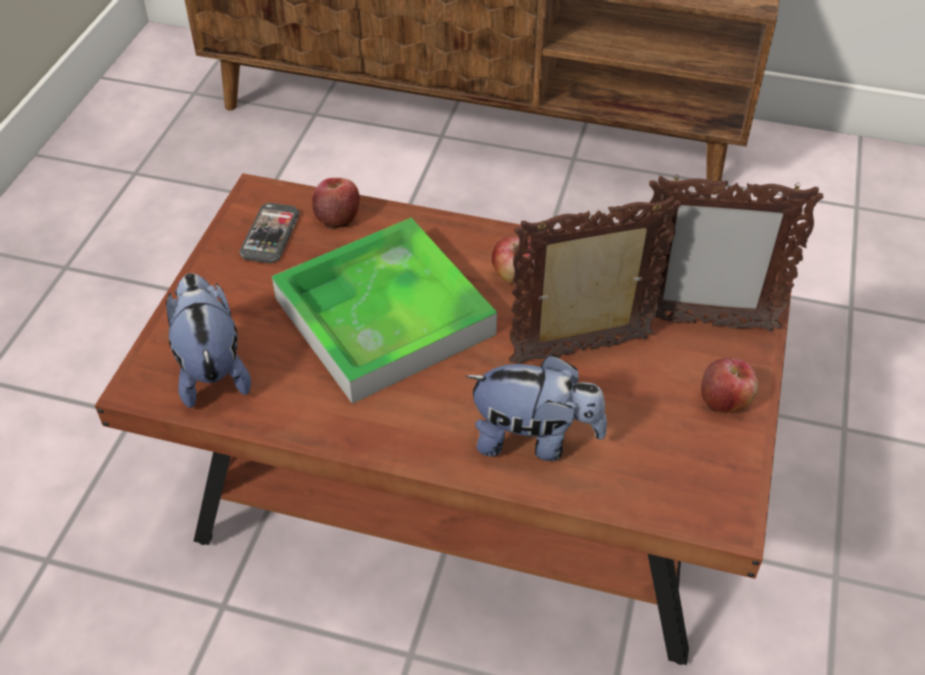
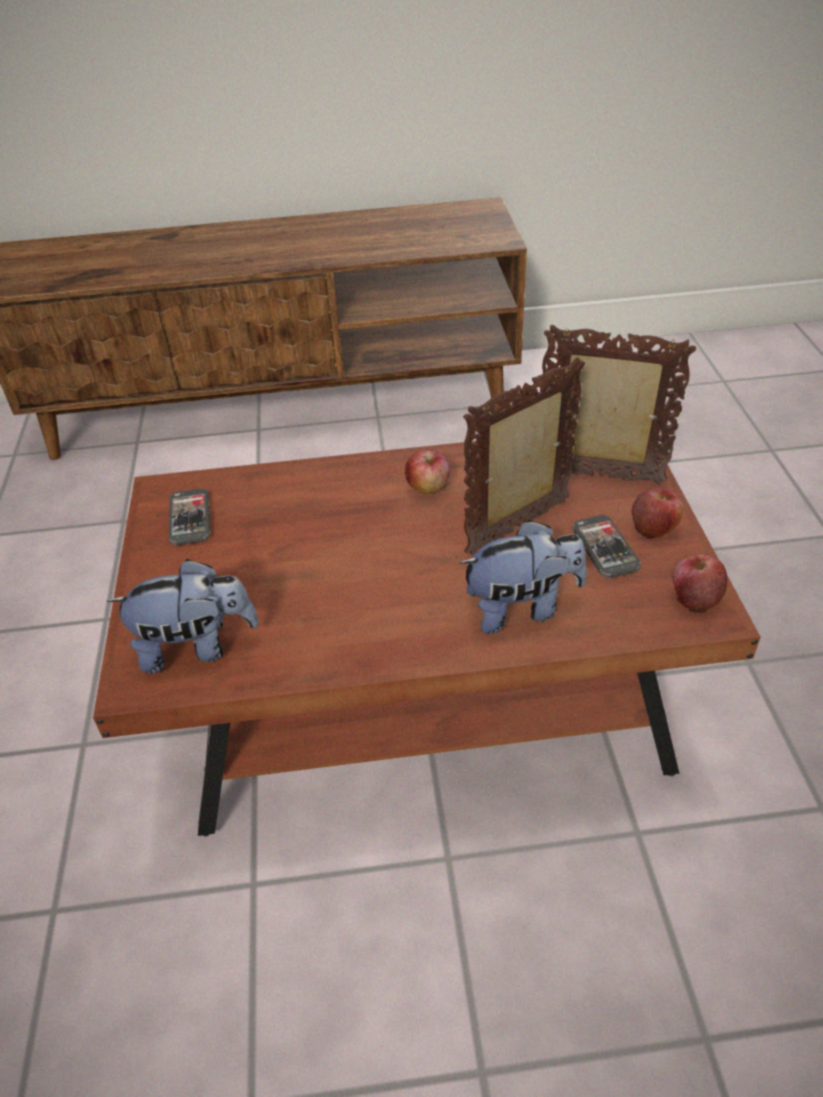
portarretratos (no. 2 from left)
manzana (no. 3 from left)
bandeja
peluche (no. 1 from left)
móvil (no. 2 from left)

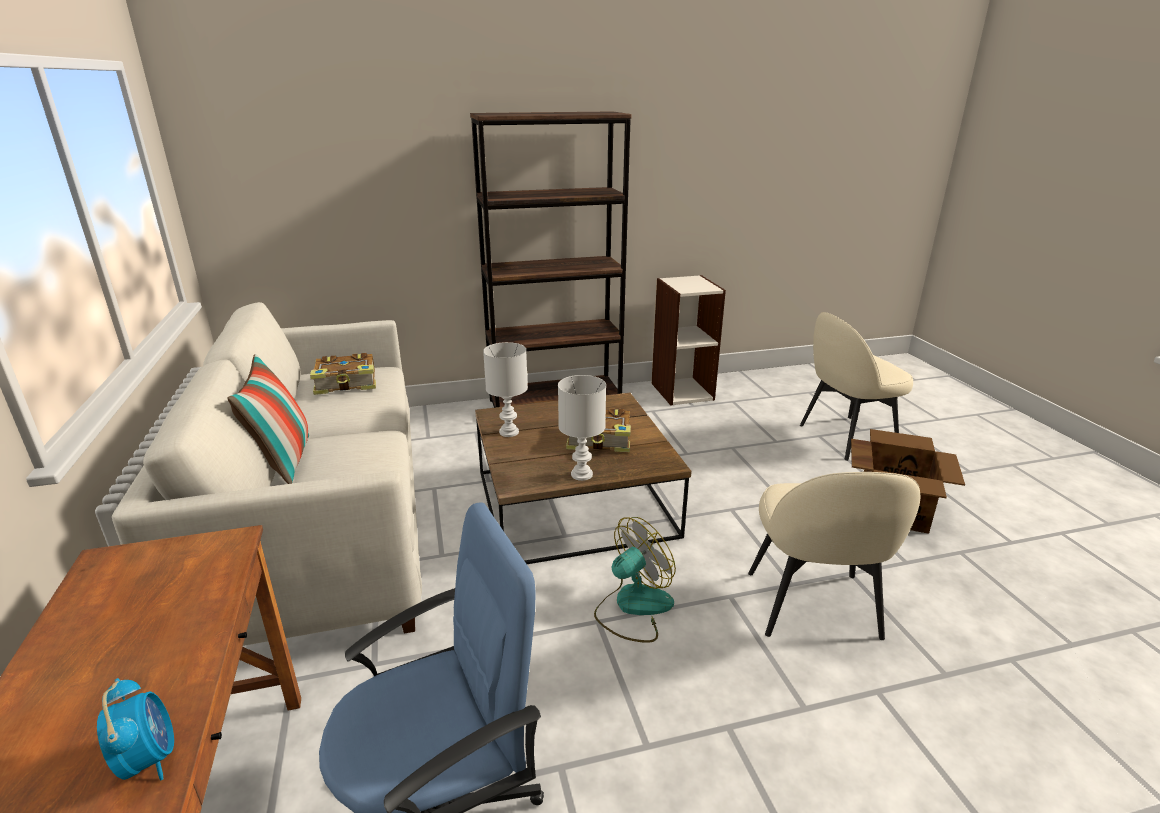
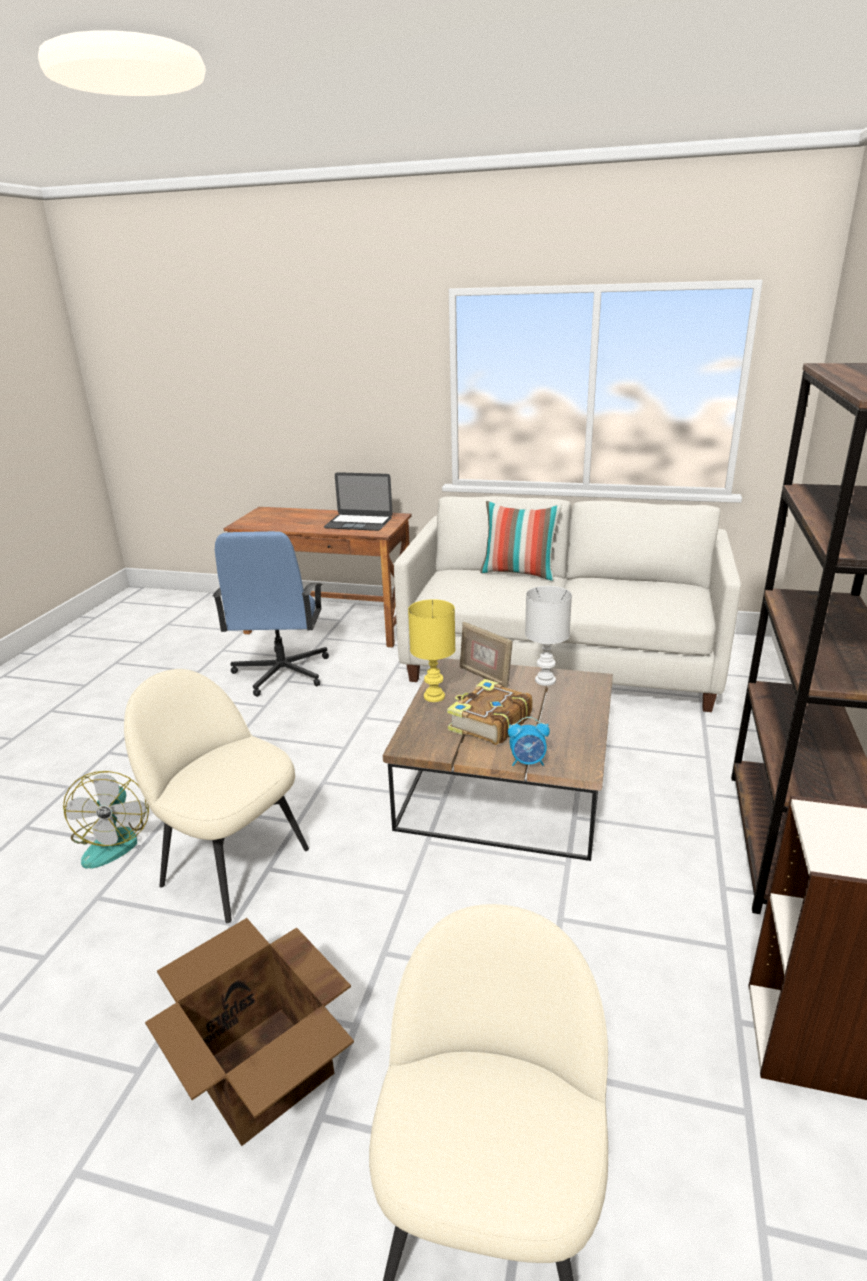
libro (no. 1 from left in the first image)
lámpara de mesa [amarillo]
ventilador
despertador
portátil
portarretratos

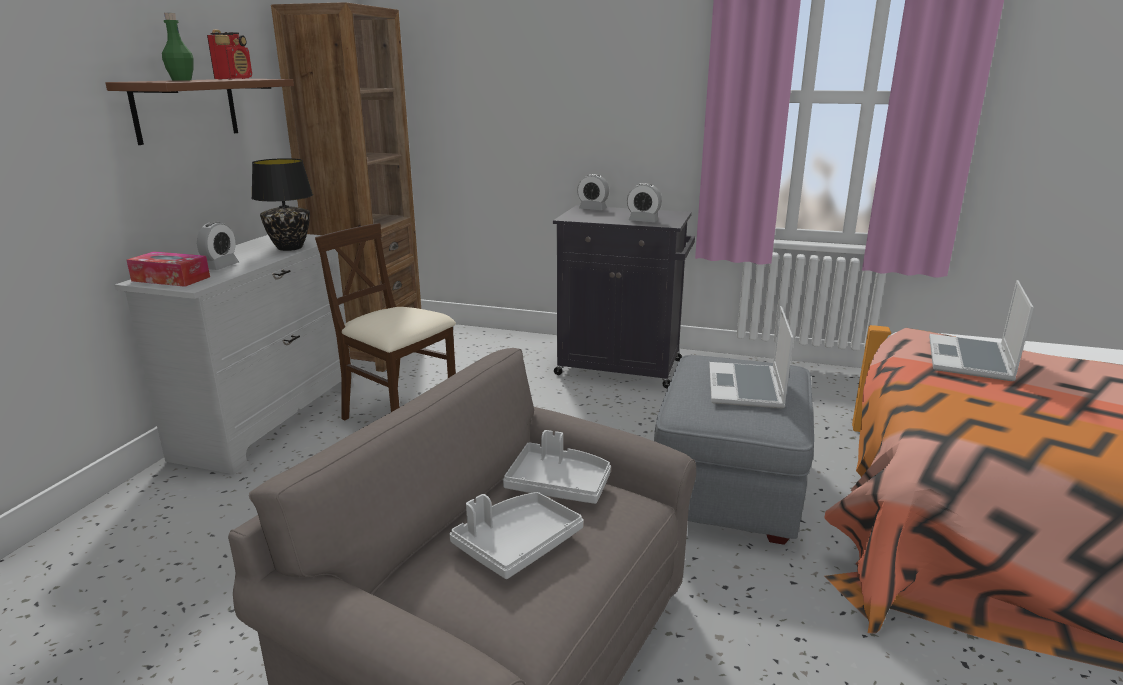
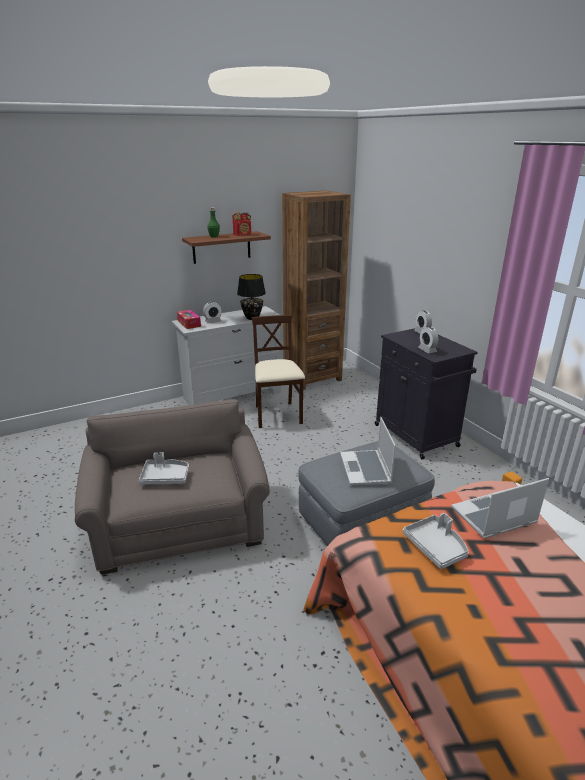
portátil (no. 1 from left)
bandeja [gris] (no. 2 from left)

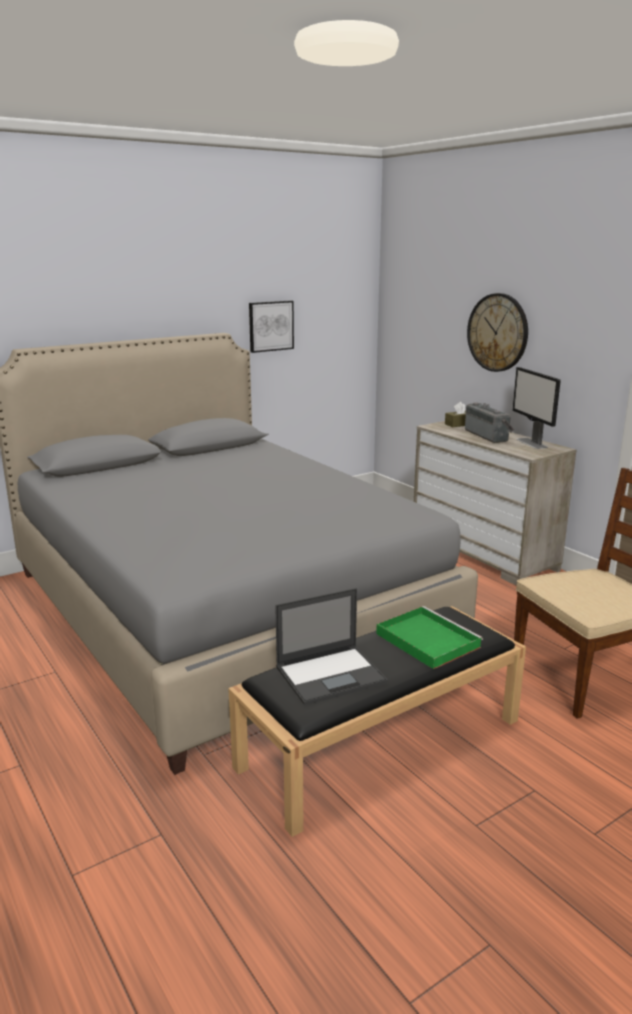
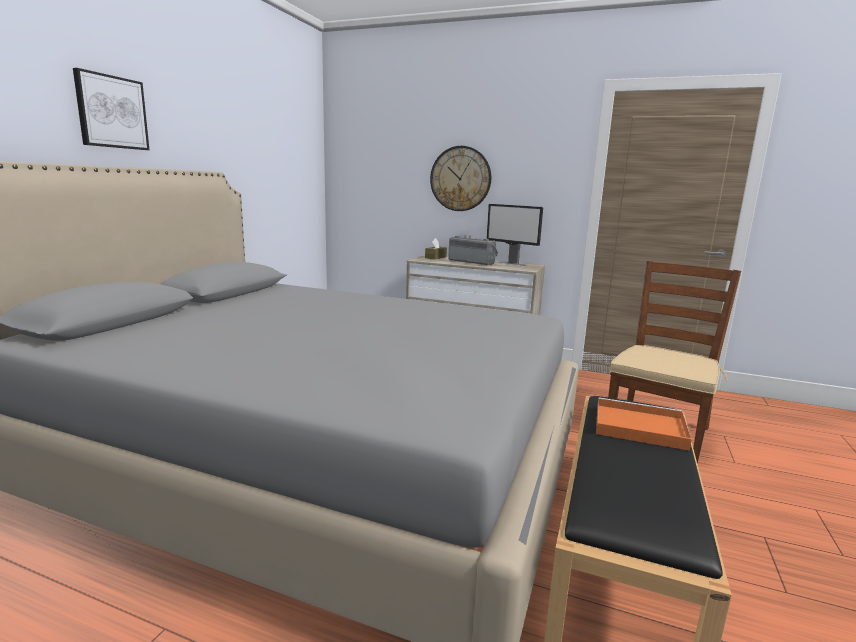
cuadro
portátil
bandeja [naranja]

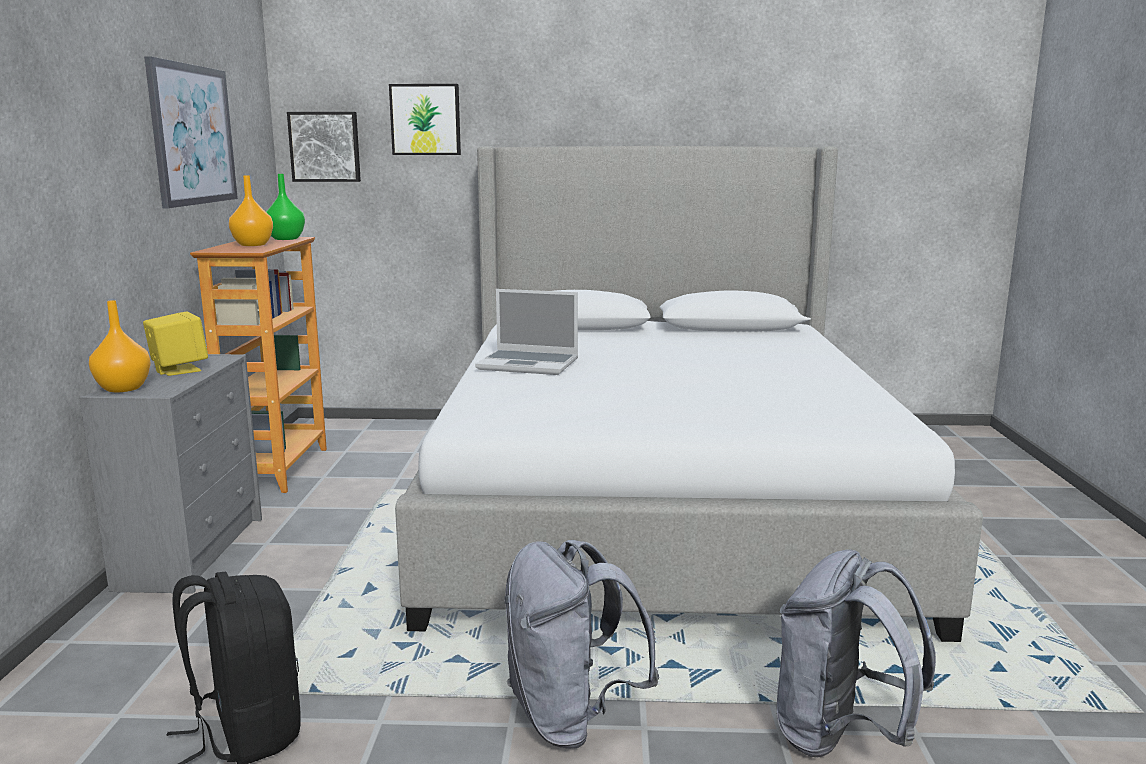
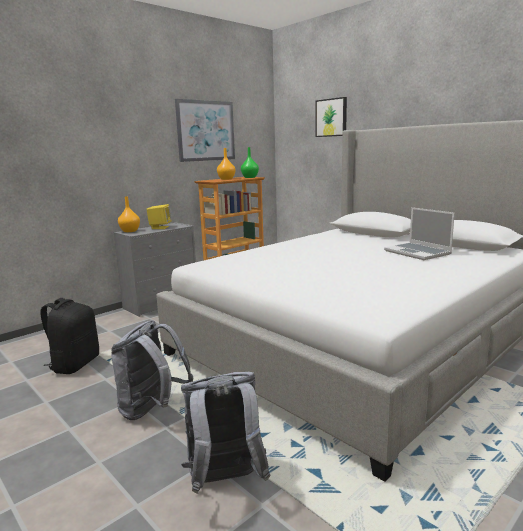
cuadro (no. 2 from left in the first image)
portátil

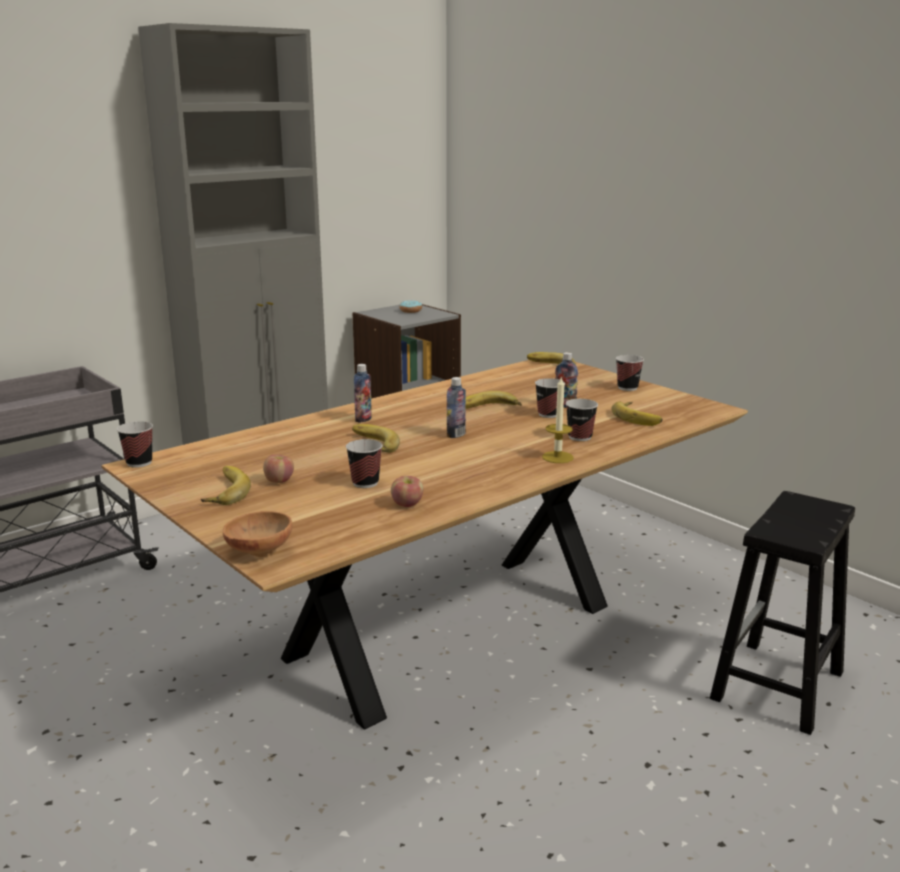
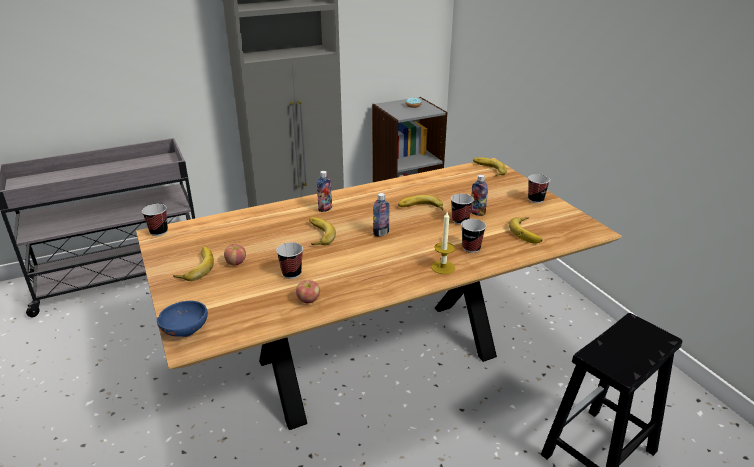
cuenco [azul]

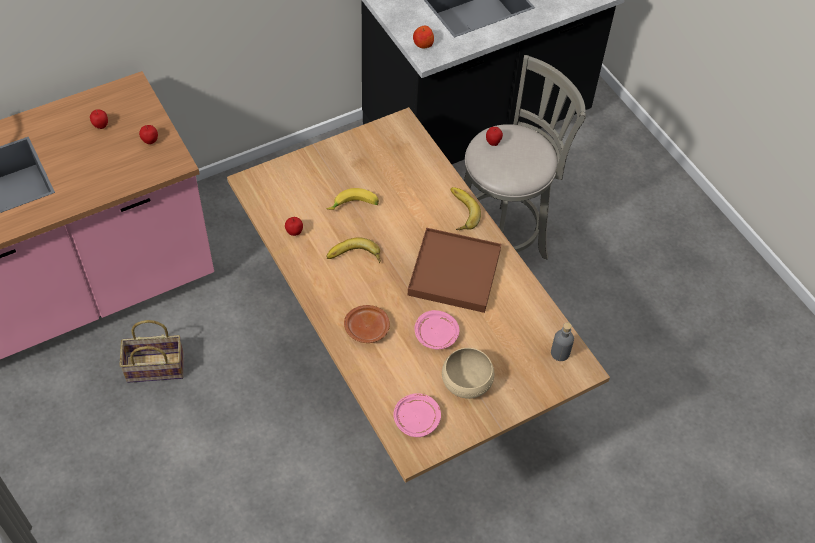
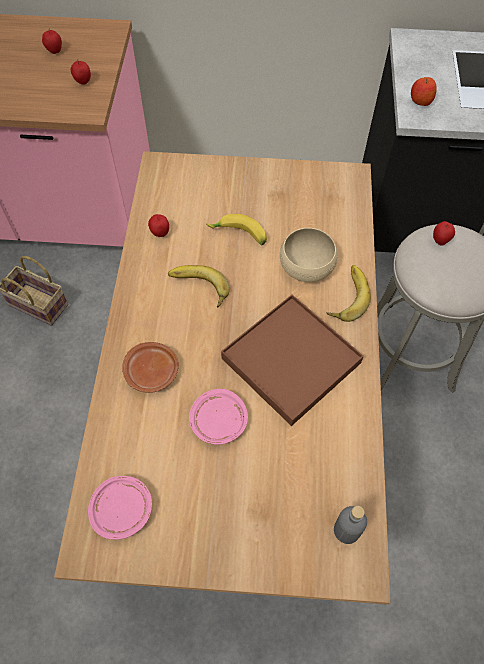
cuenco [beis]

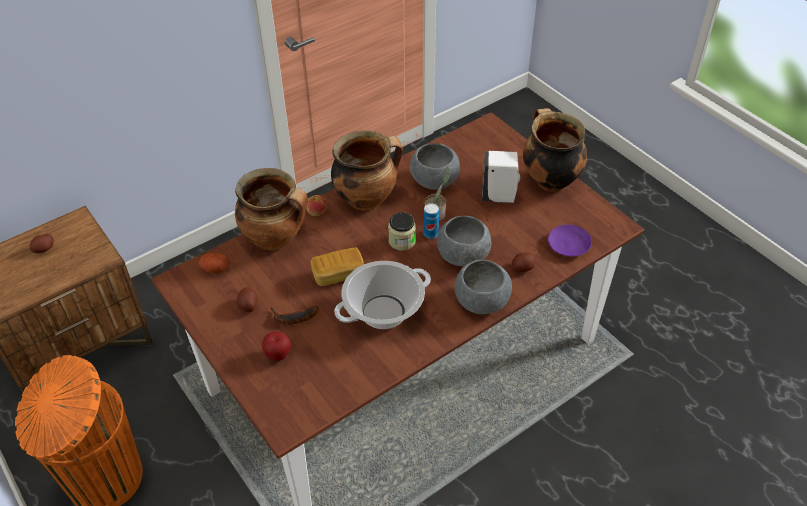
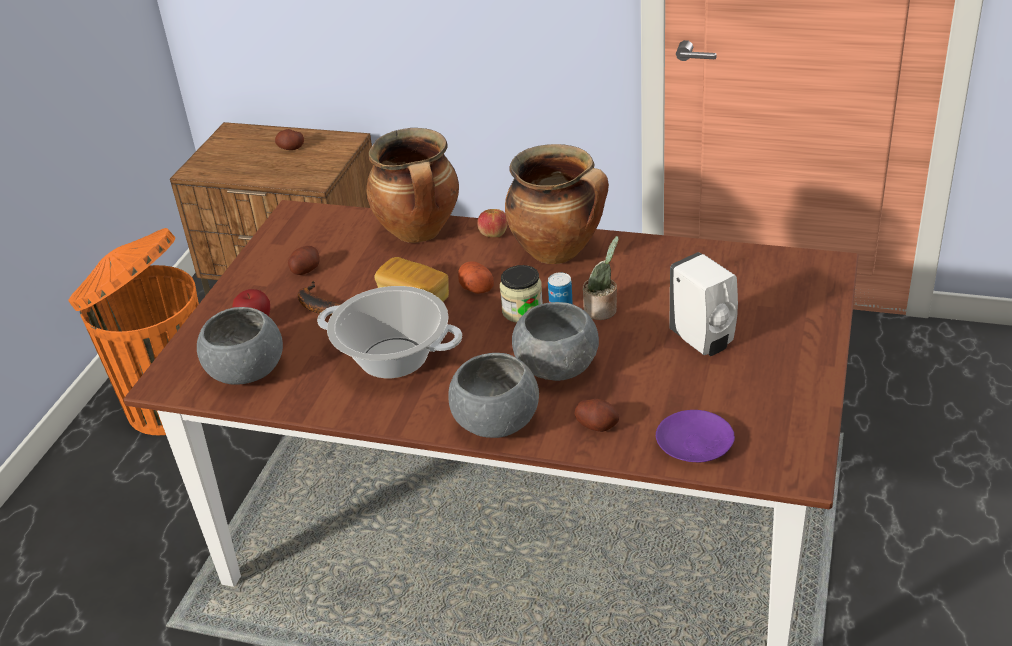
olla (no. 4 from left in the first image)
cuenco [gris] (no. 1 from left)
patata (no. 3 from left)

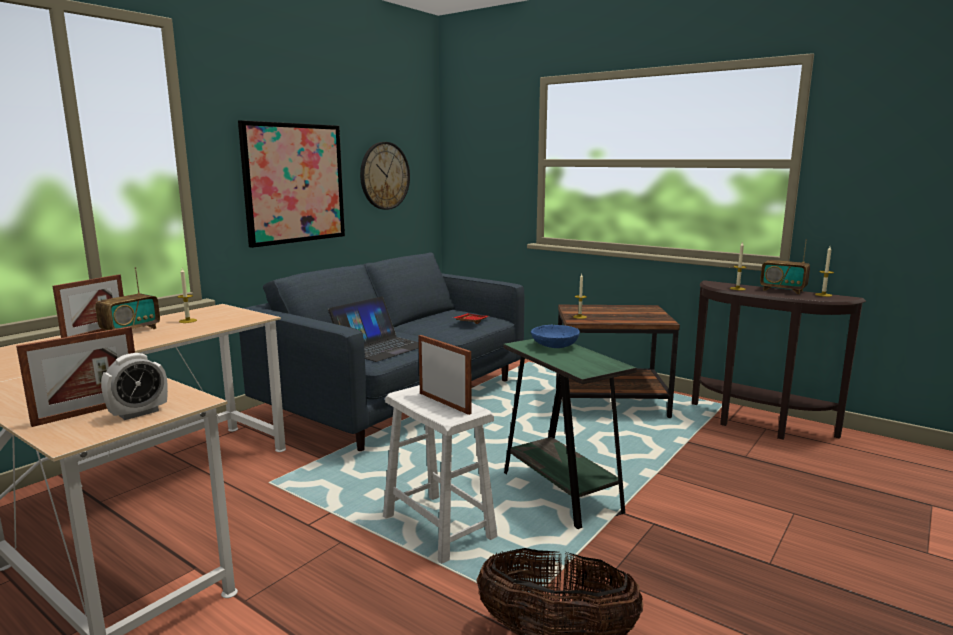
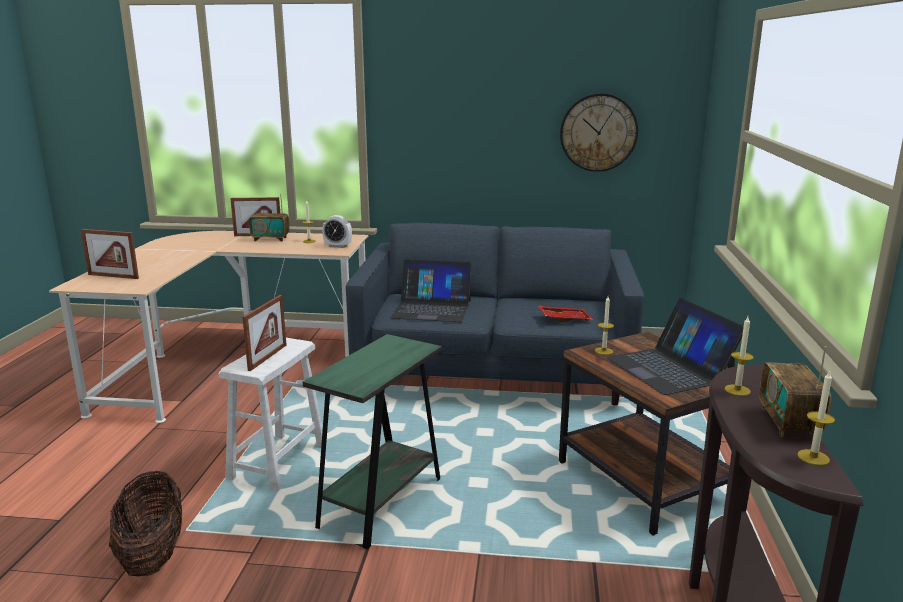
cuadro
cuenco [azul]
despertador
portátil (no. 2 from left)

